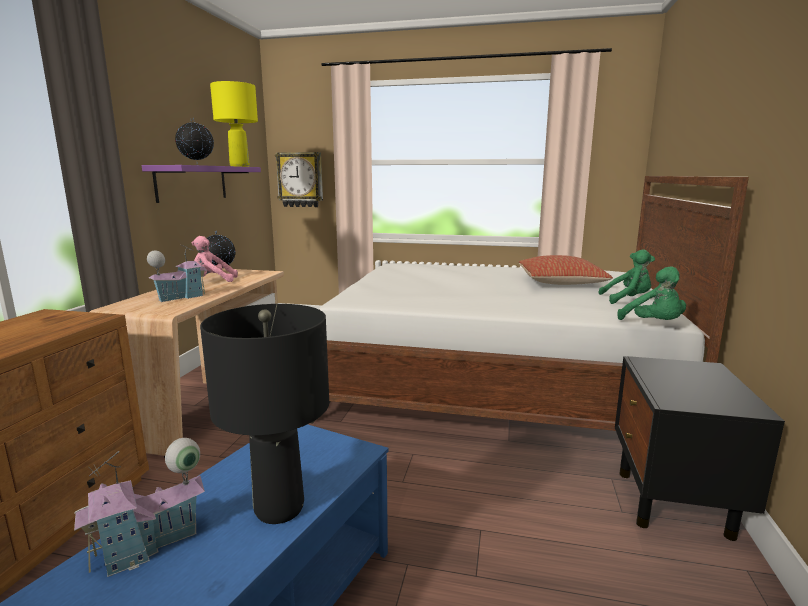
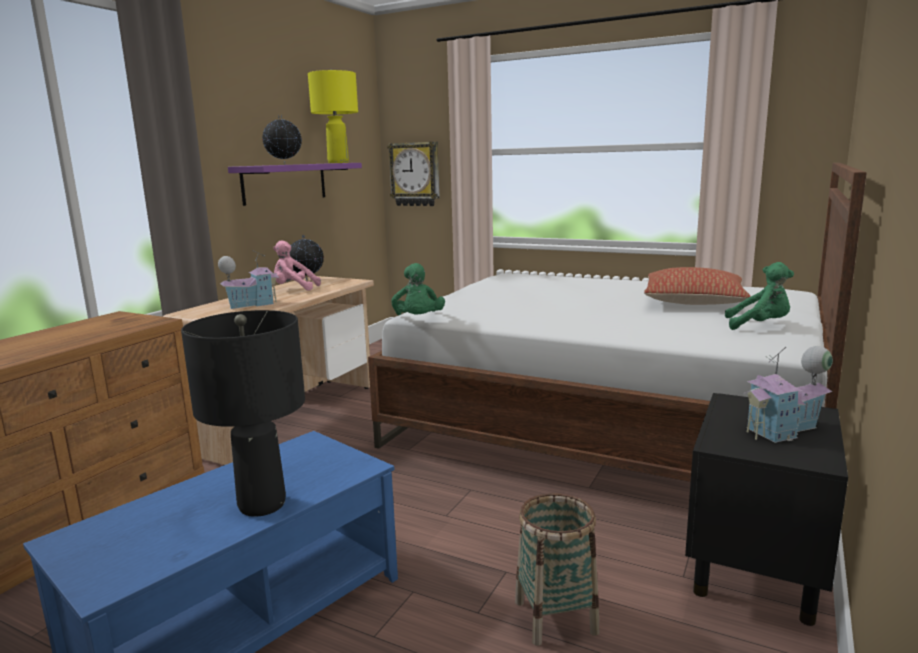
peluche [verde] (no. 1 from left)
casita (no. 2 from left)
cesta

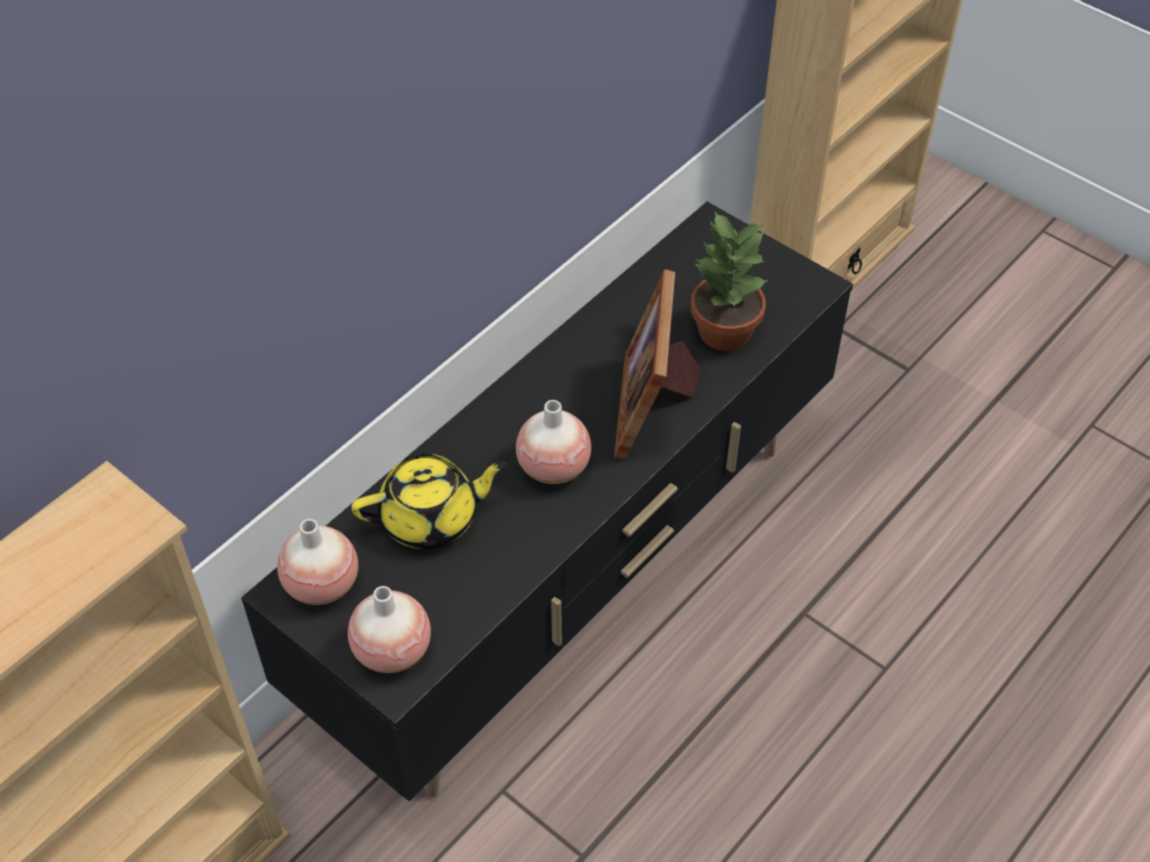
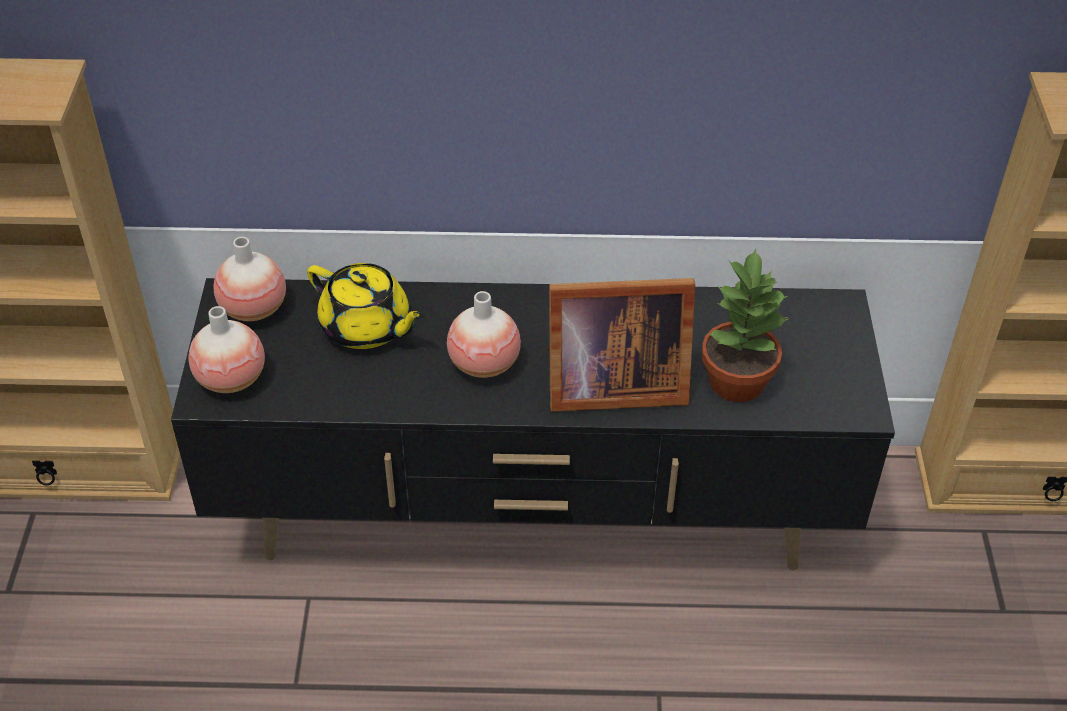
portarretratos

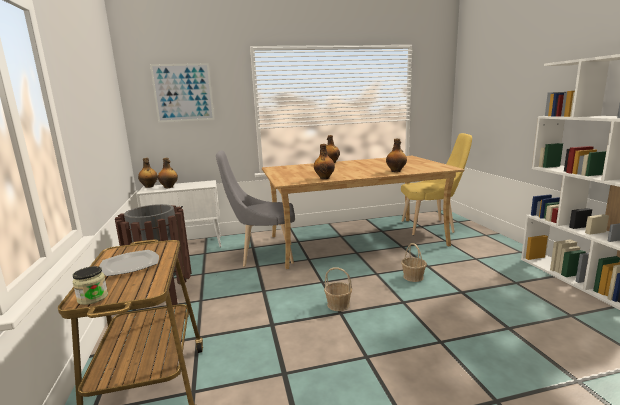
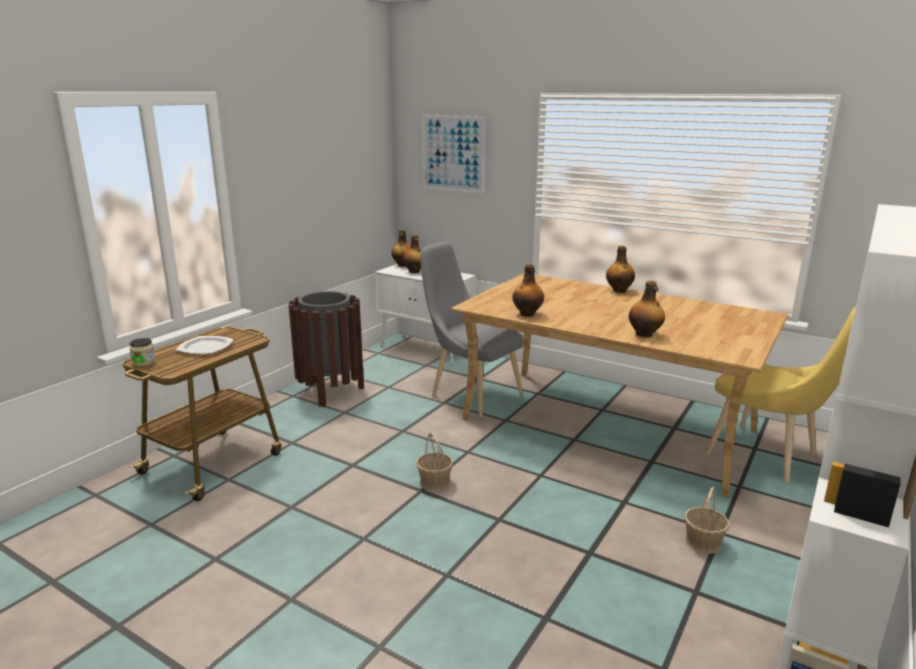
cesta (no. 2 from left)

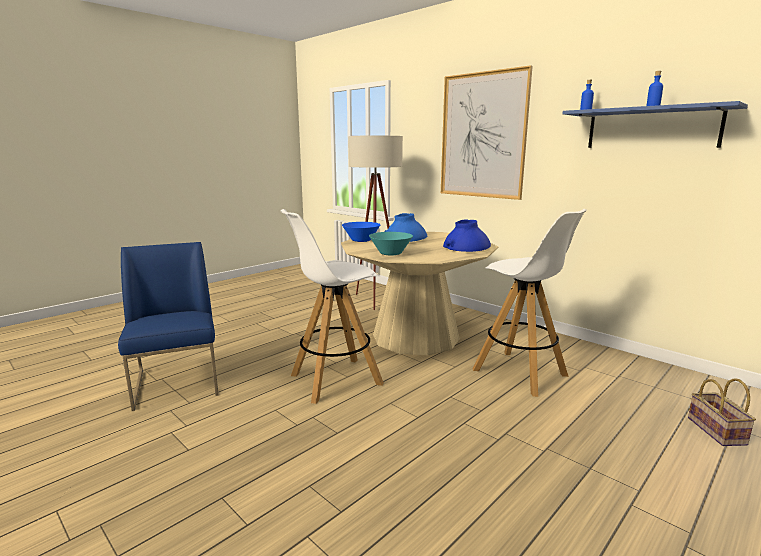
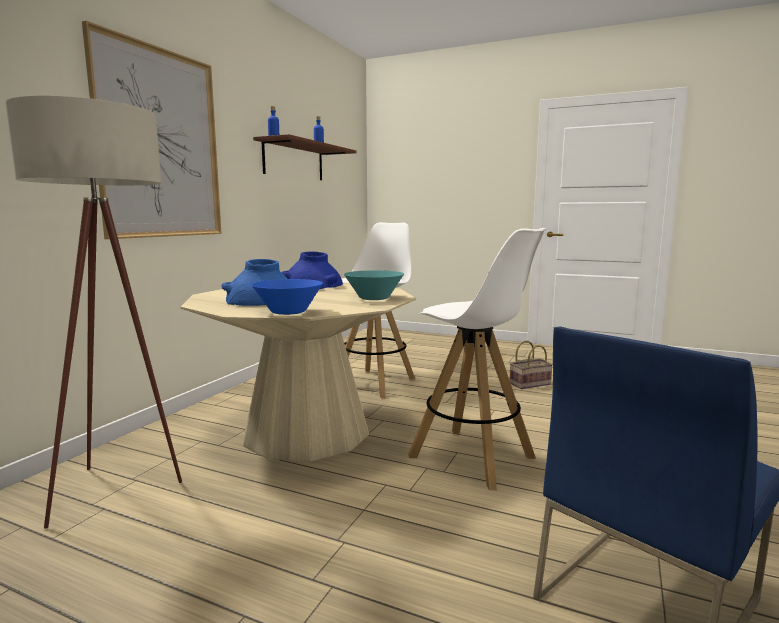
estante [marrón]
cesta

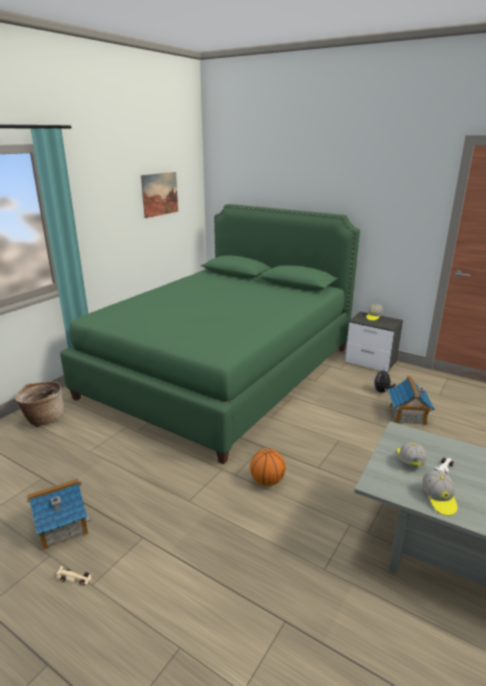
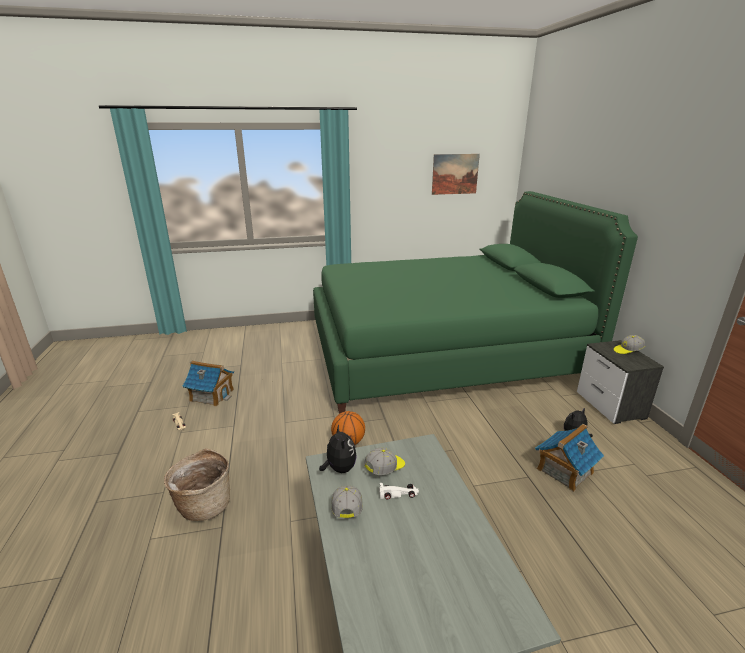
cesta
gorra (no. 1 from left)
peluche (no. 1 from left)

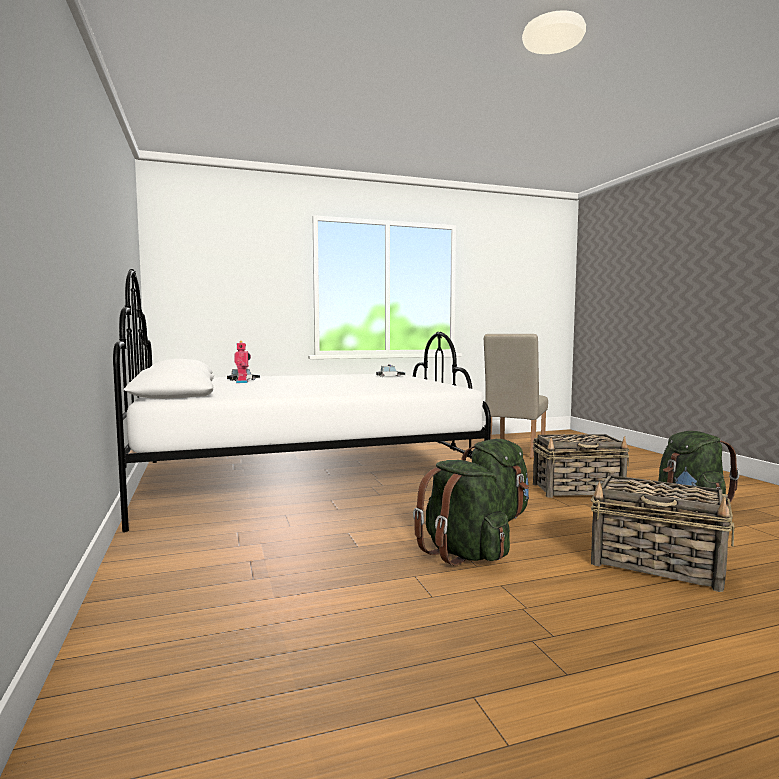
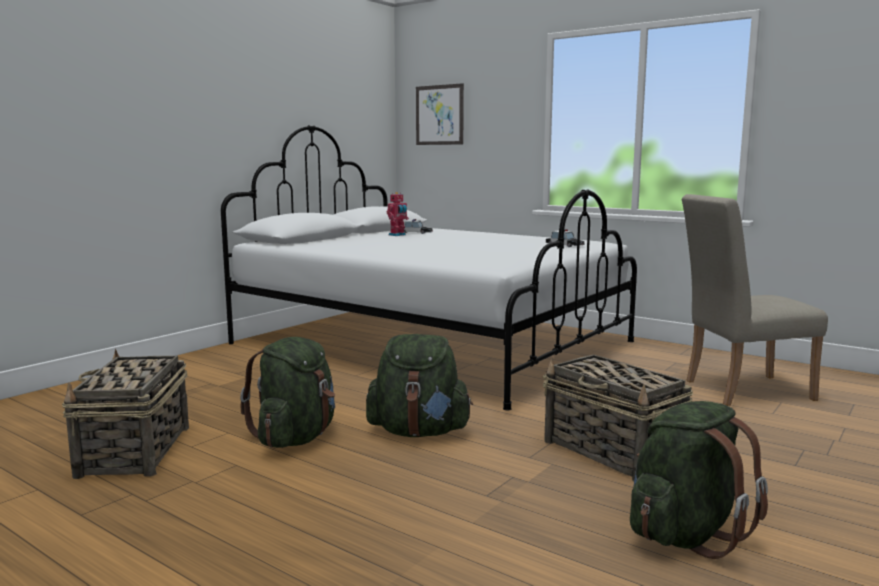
cesta (no. 1 from left)
cuadro

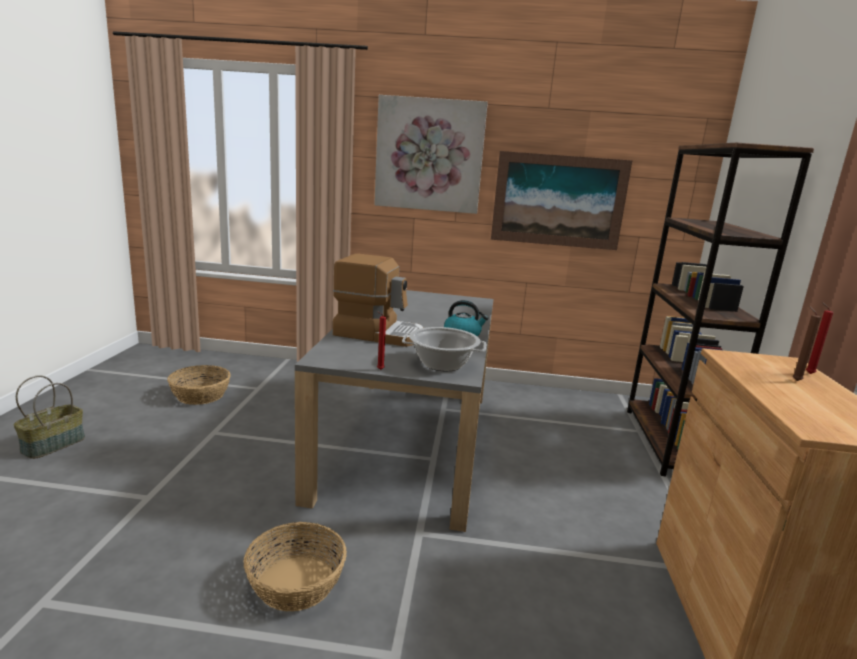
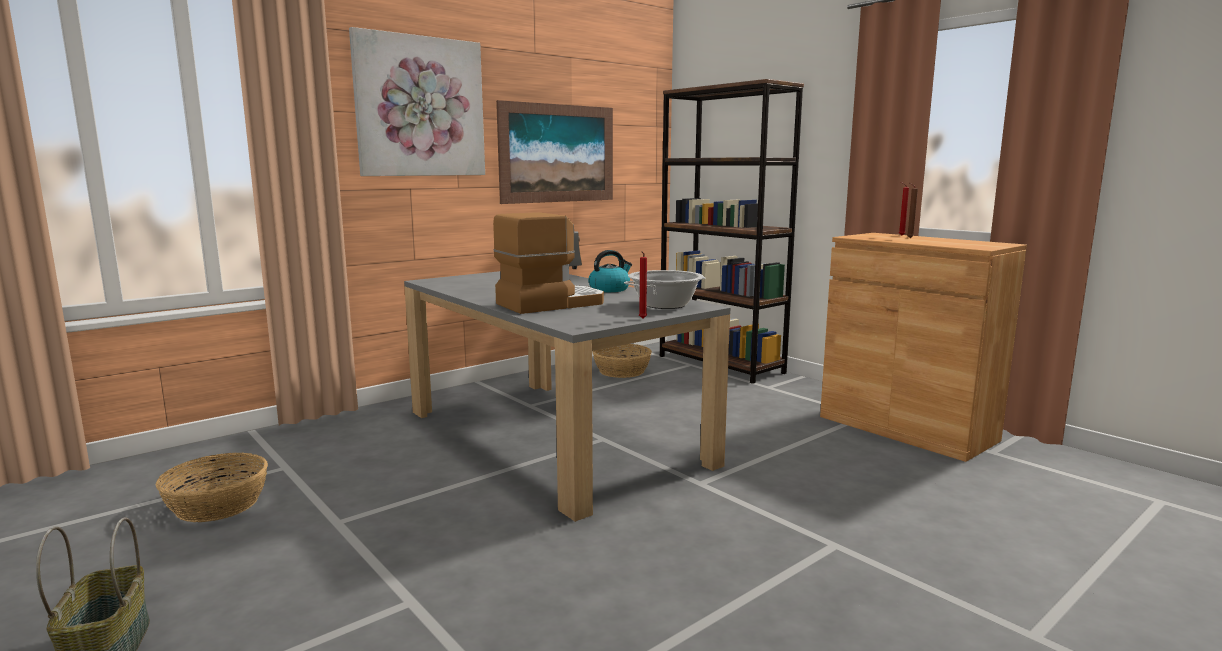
cesta (no. 3 from left)

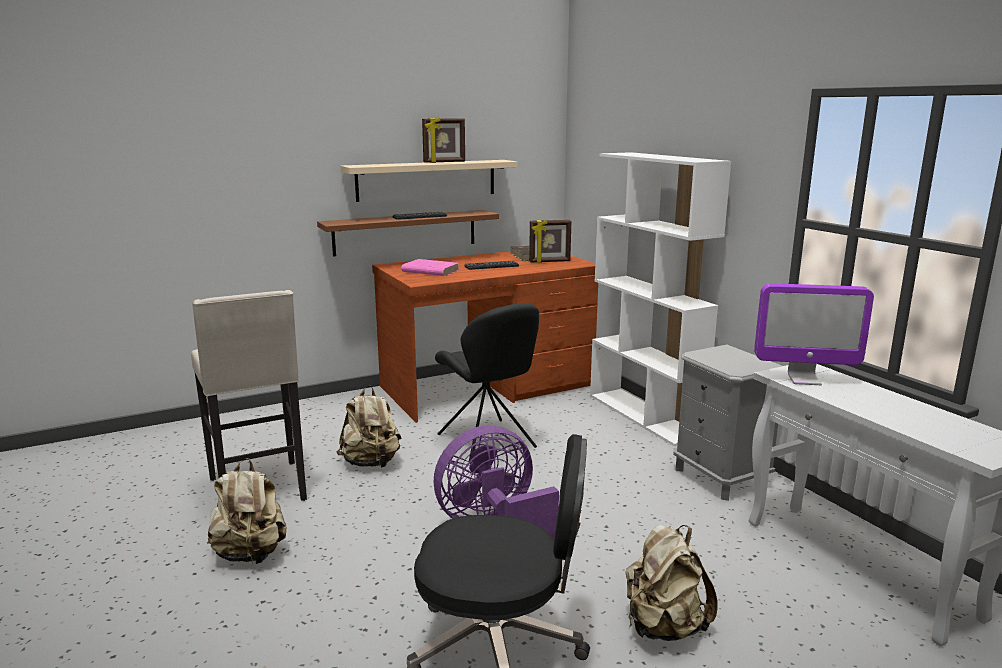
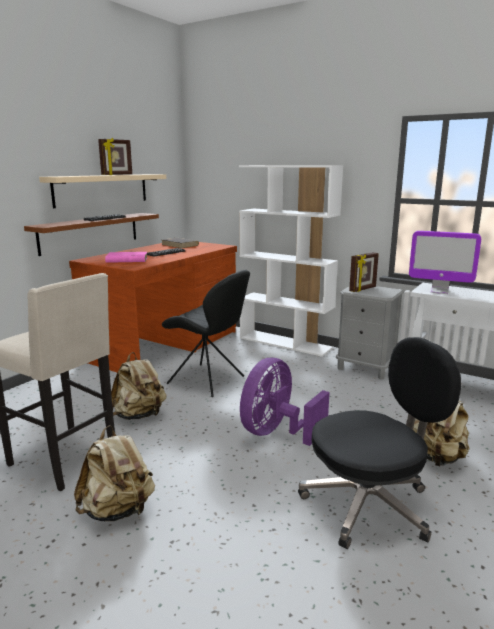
portarretratos (no. 2 from left)
monitor

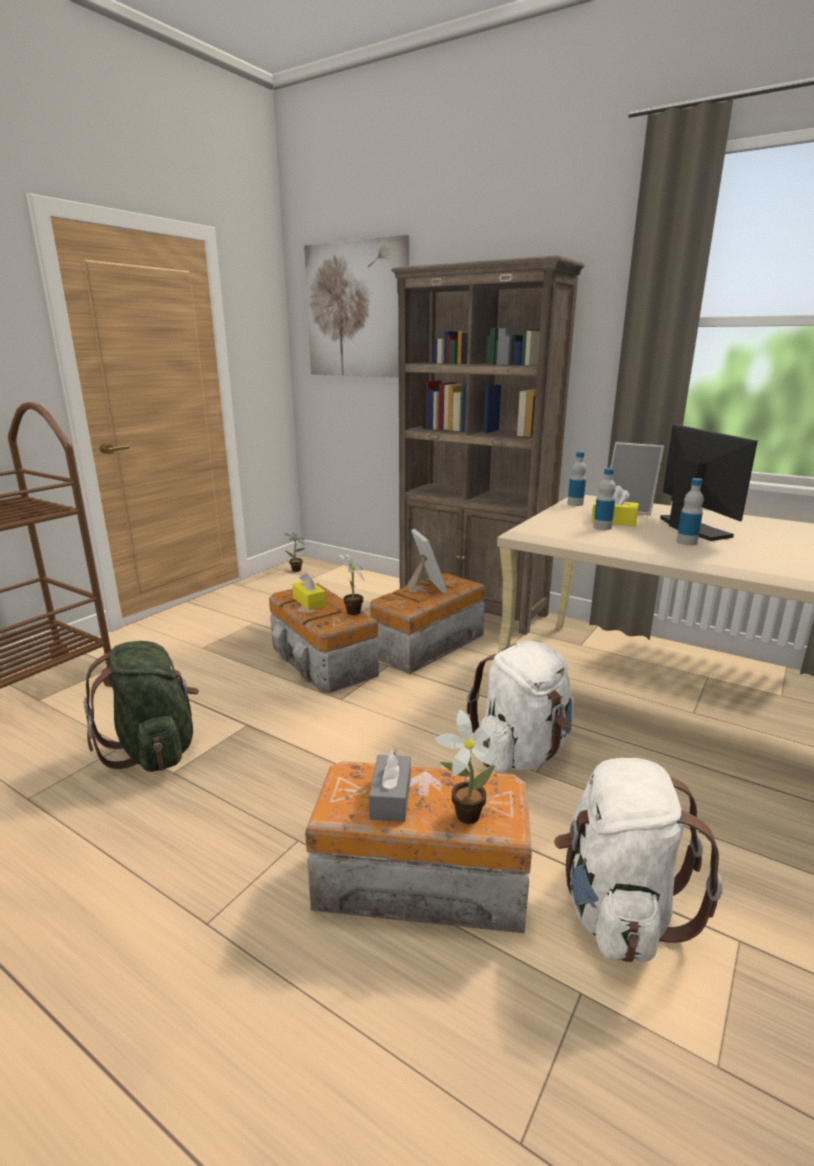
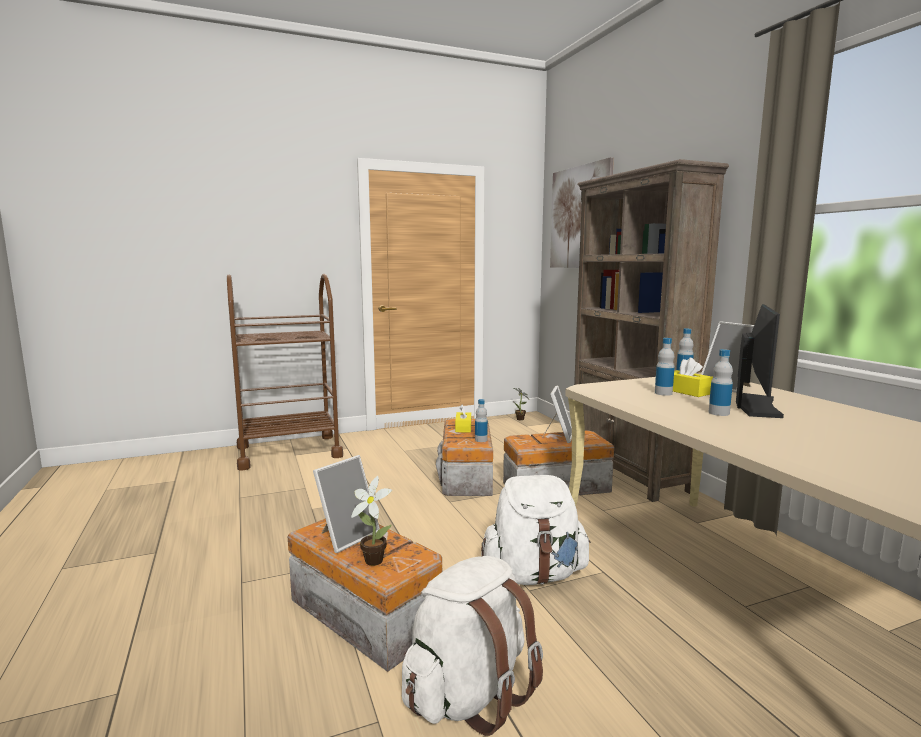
botella (no. 1 from left)
mochila [verde]
portarretratos (no. 1 from left)

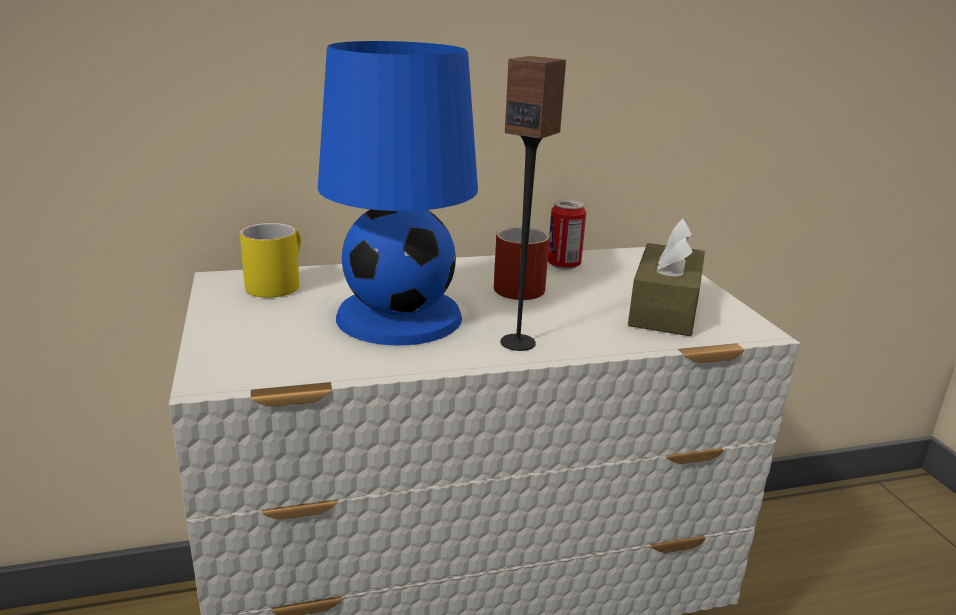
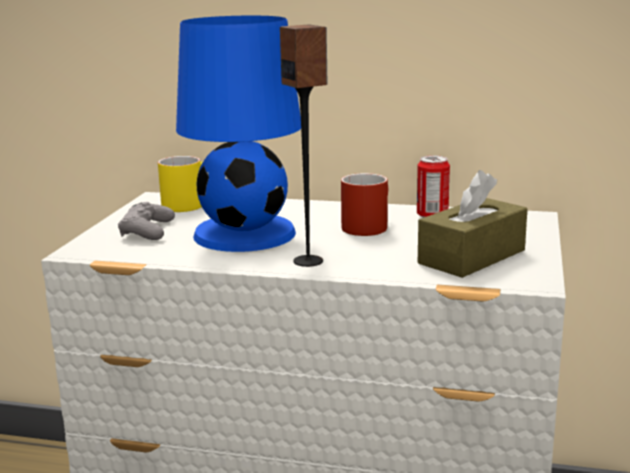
mando de consola [gris]

